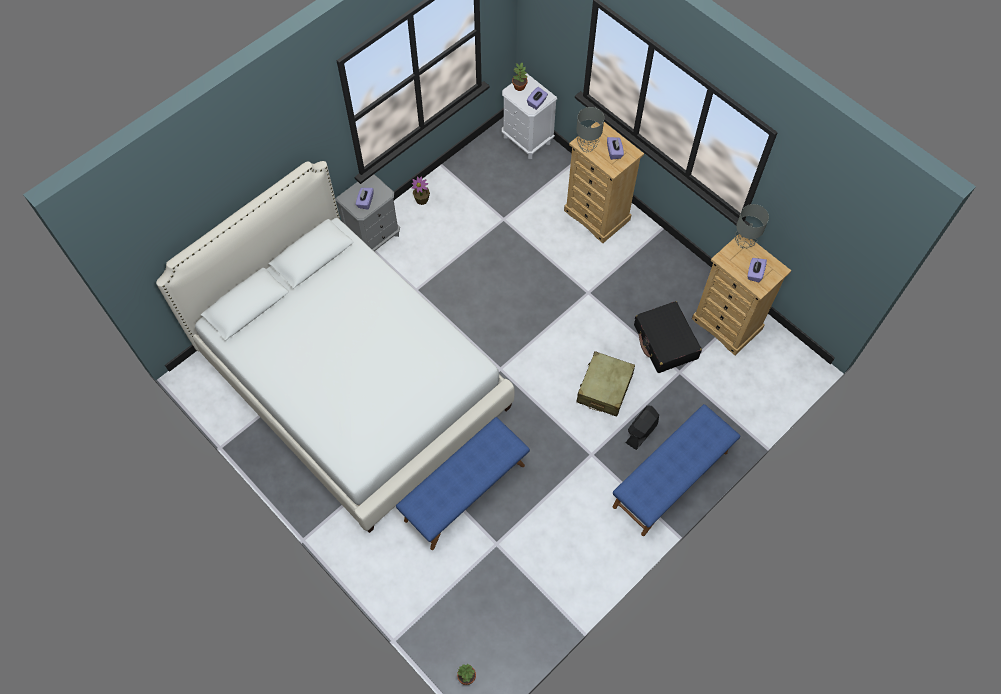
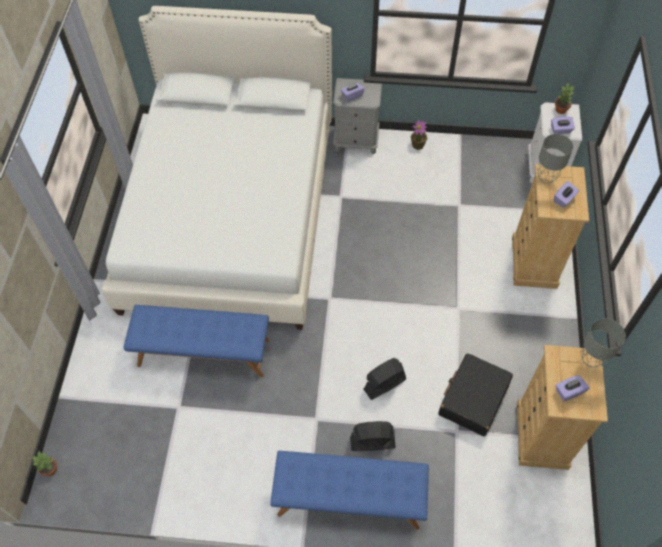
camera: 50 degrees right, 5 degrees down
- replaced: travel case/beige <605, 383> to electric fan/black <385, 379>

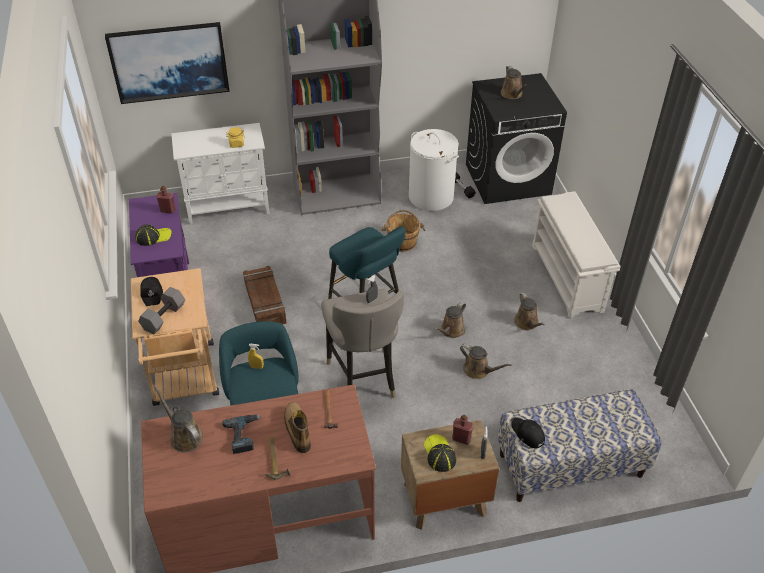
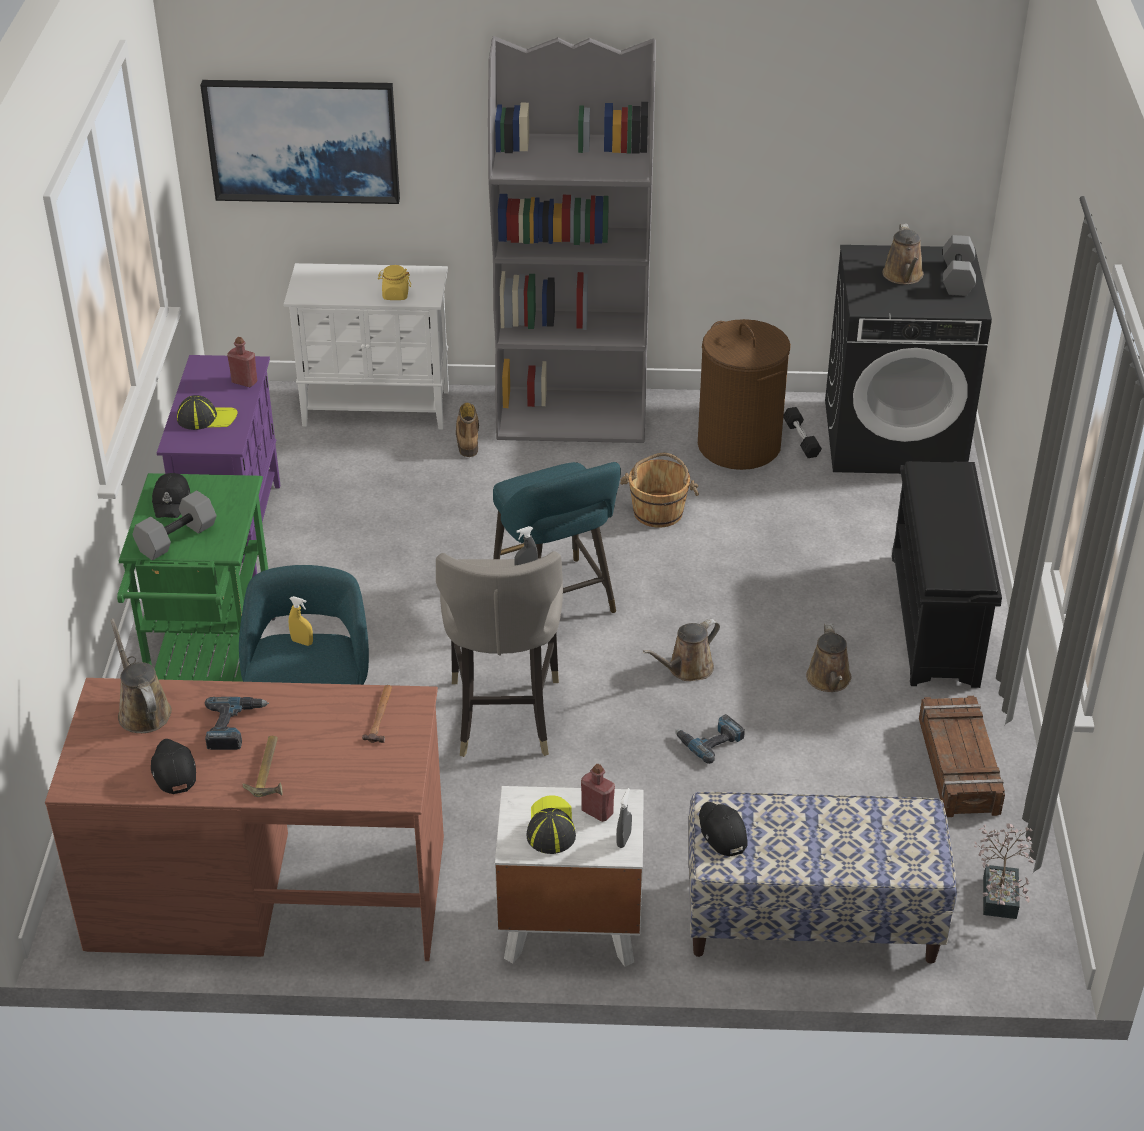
camera: 15 degrees right, 5 degrees down
- added: cap/black <173, 766>
- added: free weight/greyish <959, 265>
- added: plant in a pot <1004, 871>
- moved: packing crate <264, 295> to <962, 756>
- moved: high-top boot <297, 427> to <467, 430>
- replaced: watering can/brown-coloured <486, 361> to power drill <710, 739>
- recoloured: trolley/beige <175, 337> to trolley/green-coloured <196, 577>
- recoloured: night table/brown-coloured <450, 475> to night table/whitish <569, 876>
- recoloured: hamper/whitish <434, 170> to hamper/brown-coloured <744, 394>
- recoloured: shoe shelf/whitish <576, 254> to shoe shelf/black <947, 574>

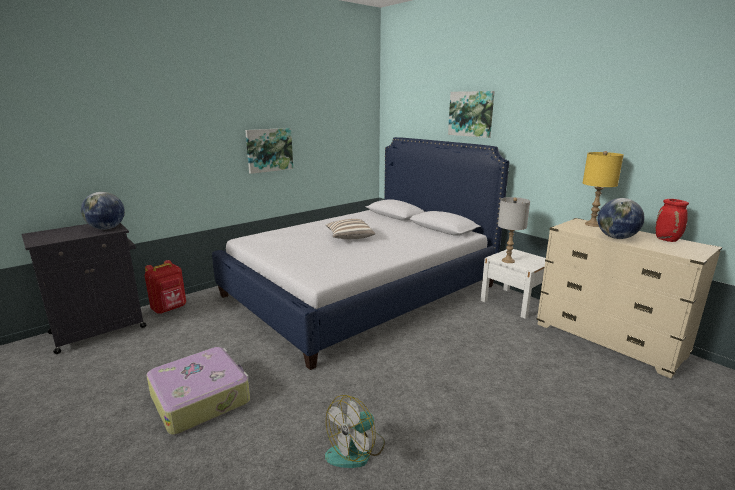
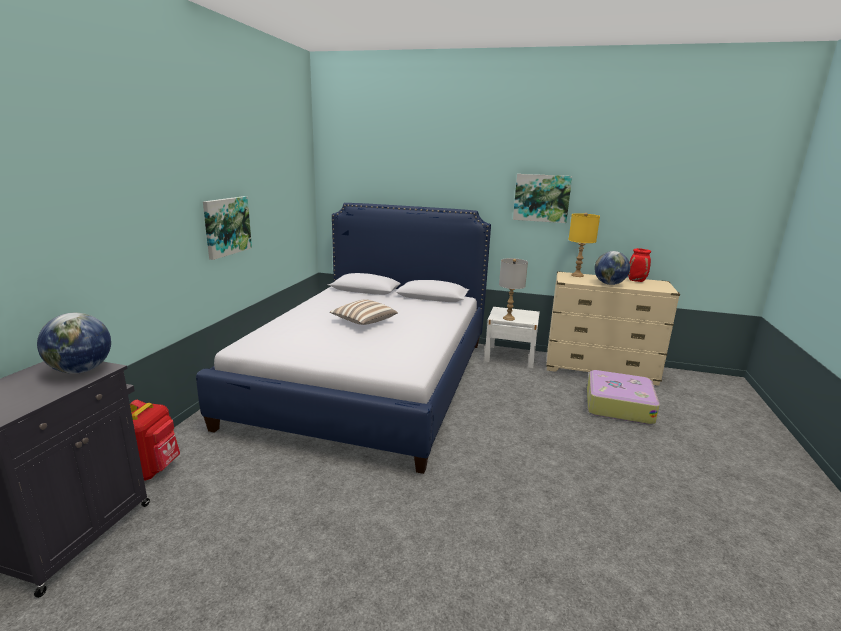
camera: 35 degrees left, 0 degrees up
- removed: electric fan <355, 431>
- moved: travel case <198, 391> to <623, 397>
- moved: wall art <471, 114> to <542, 198>

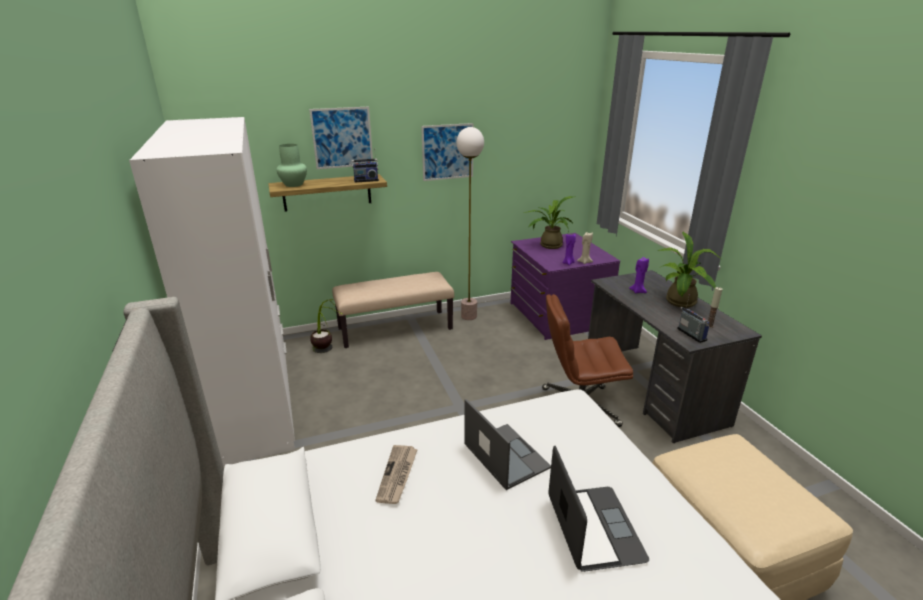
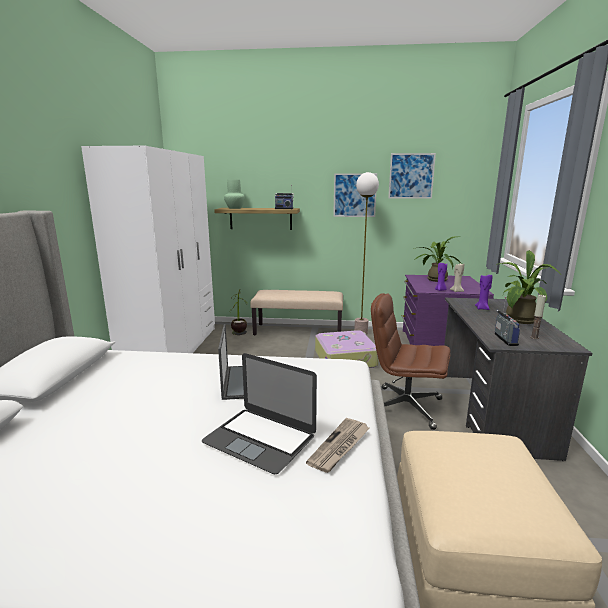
camera: 25 degrees right, 10 degrees down
- added: travel case <347, 349>
- moved: wall art <341, 138> to <412, 176>
- moved: newspaper <396, 474> to <338, 445>
- turned: portable computer <598, 509> = <259, 413> 105 degrees clockwise

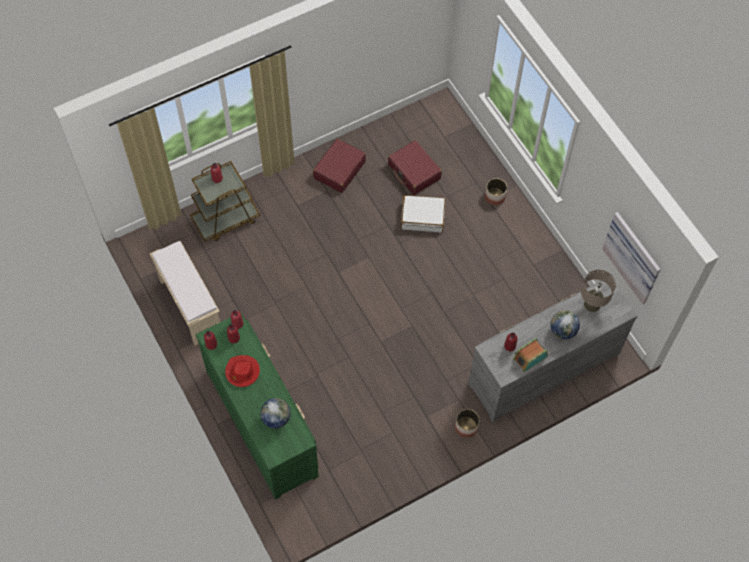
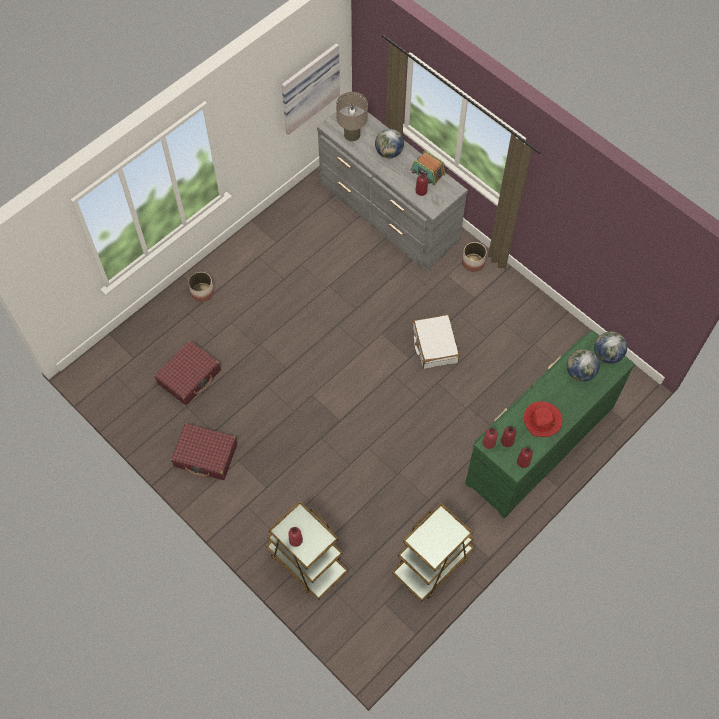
camera: 105 degrees left, 0 degrees up
- added: world globe <610, 347>
- moved: travel case/whitish <423, 213> to <436, 341>
- replaced: long seat/beige <185, 293> to trolley/brown-coloured <433, 552>

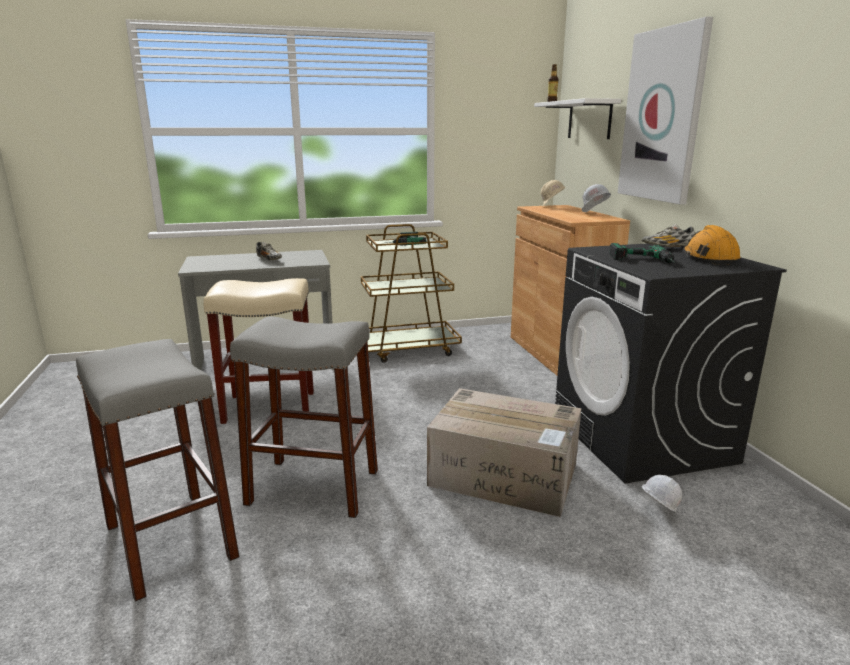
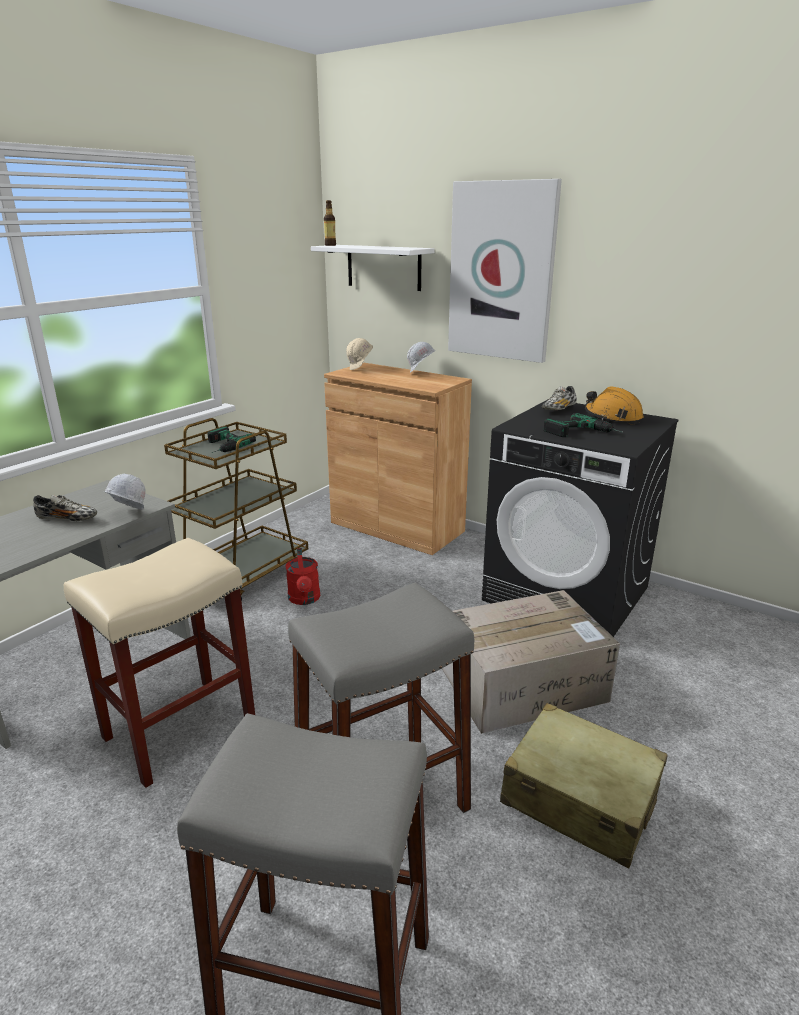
camera: 40 degrees left, 5 degrees up
- added: watering can/red <303, 576>
- added: travel case/beige <584, 785>
- moved: work helmet/whitish <661, 493> to <125, 492>

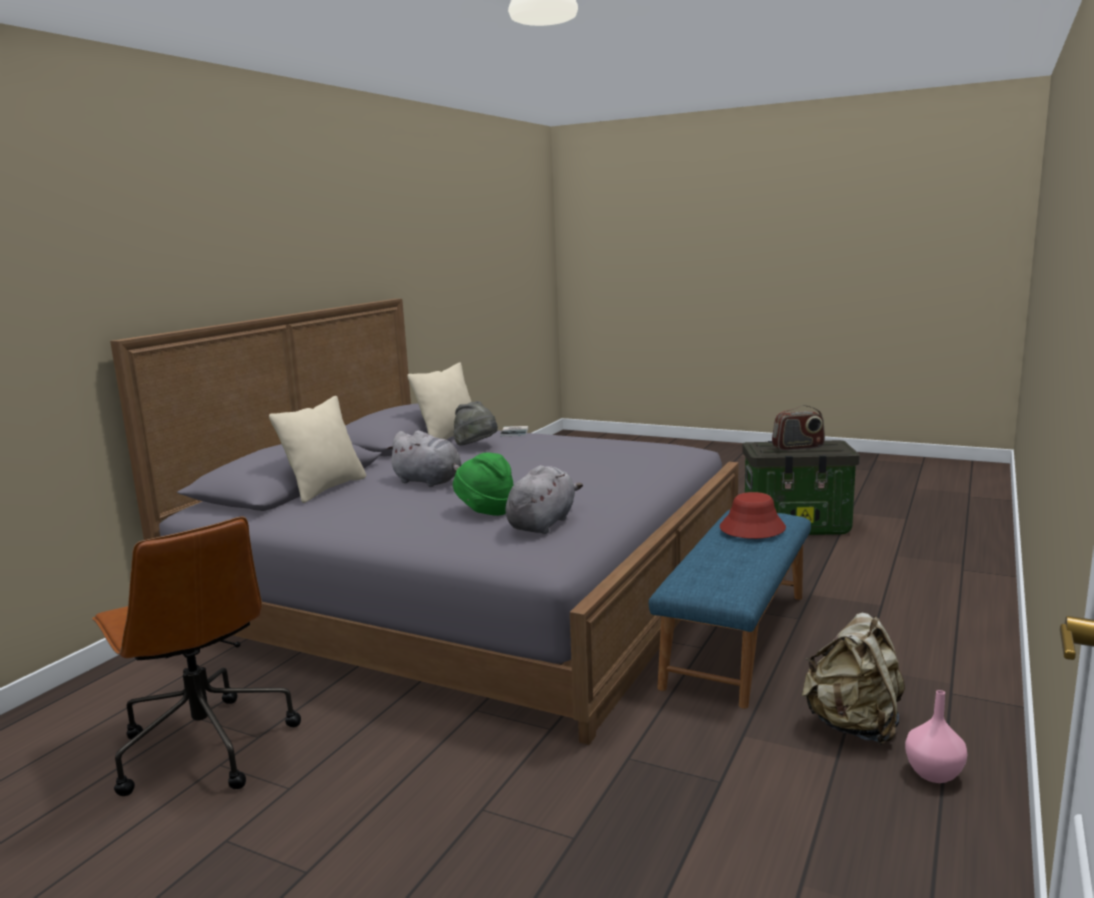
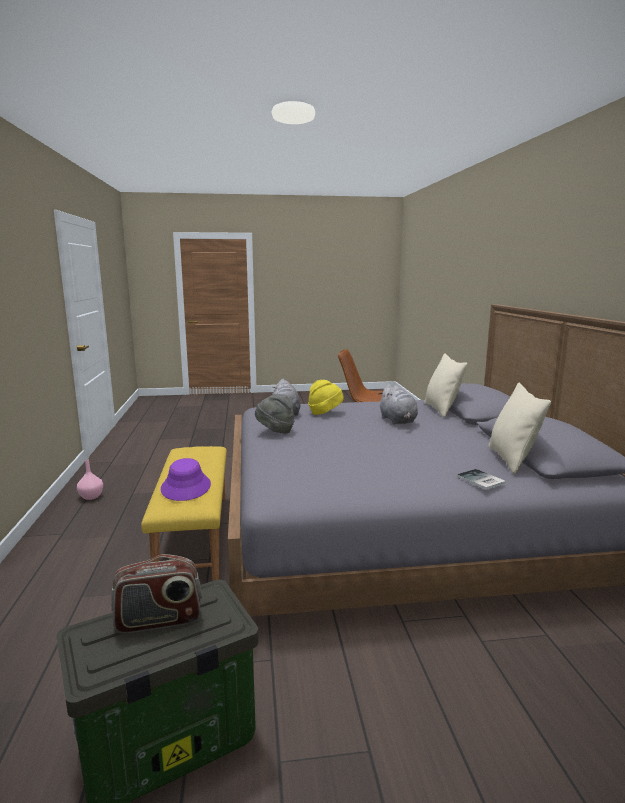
camera: 145 degrees right, 0 degrees up
- removed: backpack/beige <853, 679>
- moved: hat/greyish <475, 423> to <274, 414>
- recoloured: hat/green-coloured <483, 484> to hat/yellow-coloured <326, 397>
- recoloured: long seat/blue <730, 609> to long seat/yellow-coloured <184, 513>
- recoloured: hat/red <753, 515> to hat/purple <186, 479>
- turned: soft toy/greyish <424, 458> = <398, 404> 105 degrees counterclockwise
- turned: radio set <798, 428> = <156, 593> 150 degrees counterclockwise

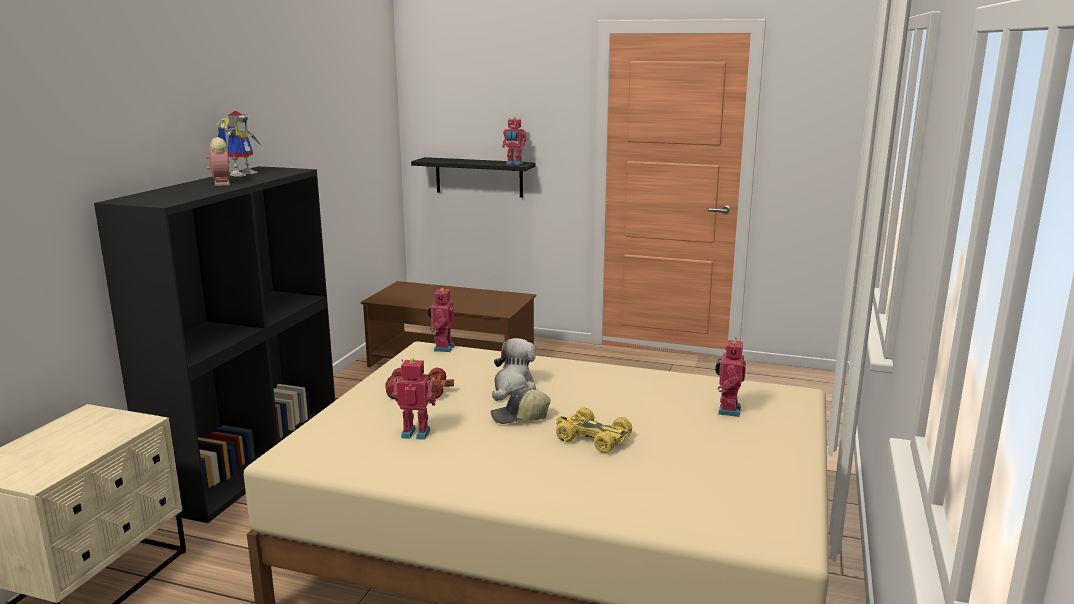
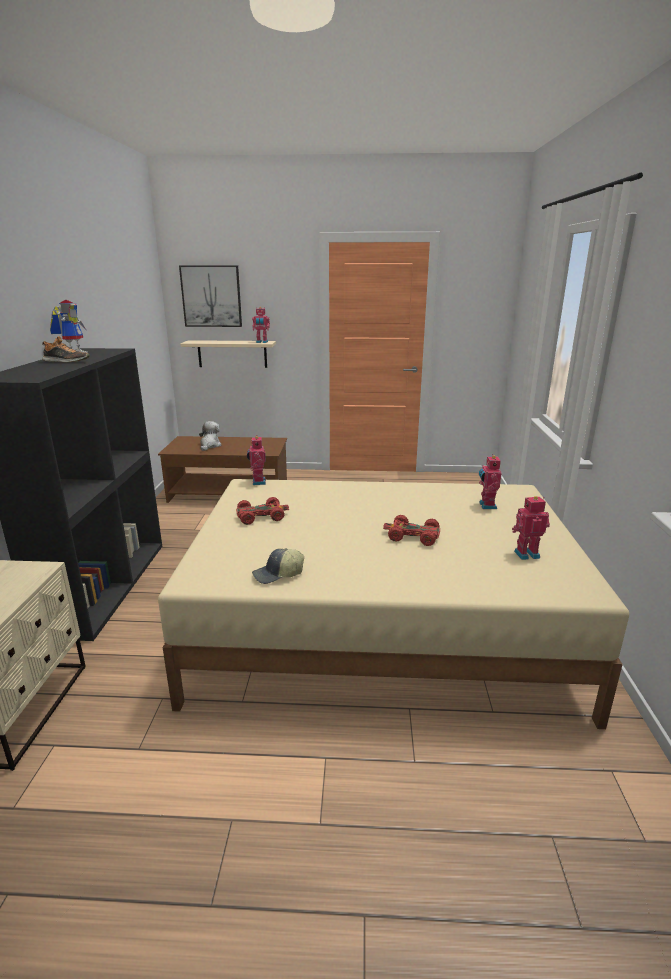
camera: 15 degrees left, 5 degrees up
- added: wall art <210, 296>
- moved: model robot <414, 399> to <531, 528>
- moved: cap <521, 406> to <278, 566>
- moved: soft toy <514, 369> to <210, 436>
- replaced: alarm clock <218, 161> to low shoe <66, 349>
- recoloured: shelf/black <473, 177> to shelf/beige <228, 354>
- recoloured: model car/yellow-coloured <594, 430> to model car/red <411, 530>

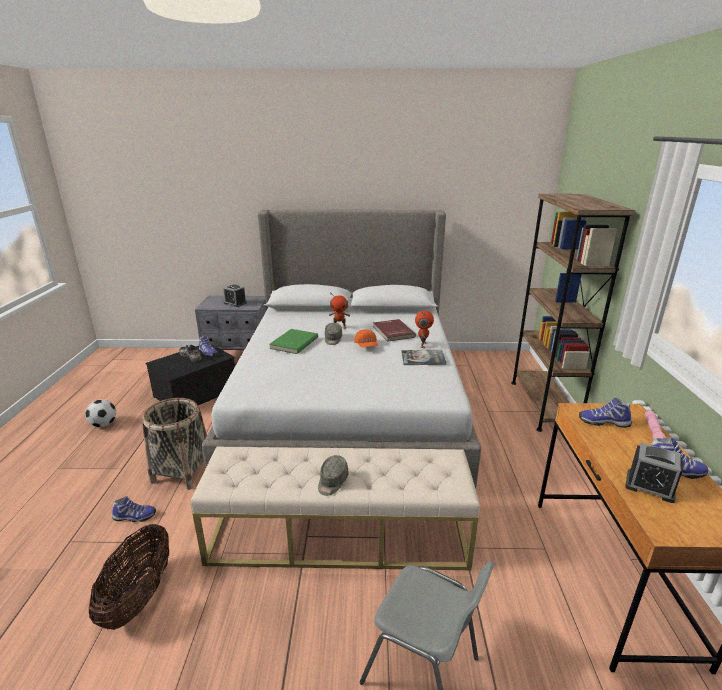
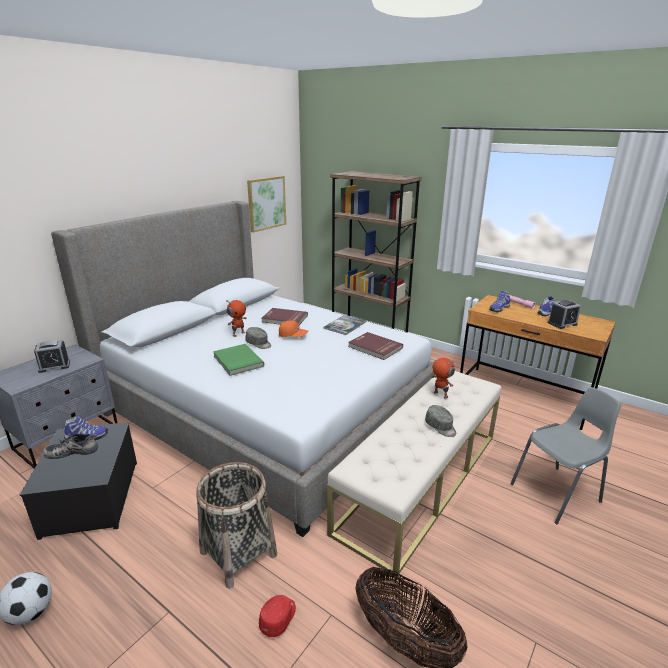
camera: 55 degrees left, 0 degrees up
- added: wall art <266, 204>
- added: bound book/red <375, 346>
- moved: model robot <424, 329> to <443, 378>
- replaced: low shoe <134, 509> to cap/red <277, 616>

